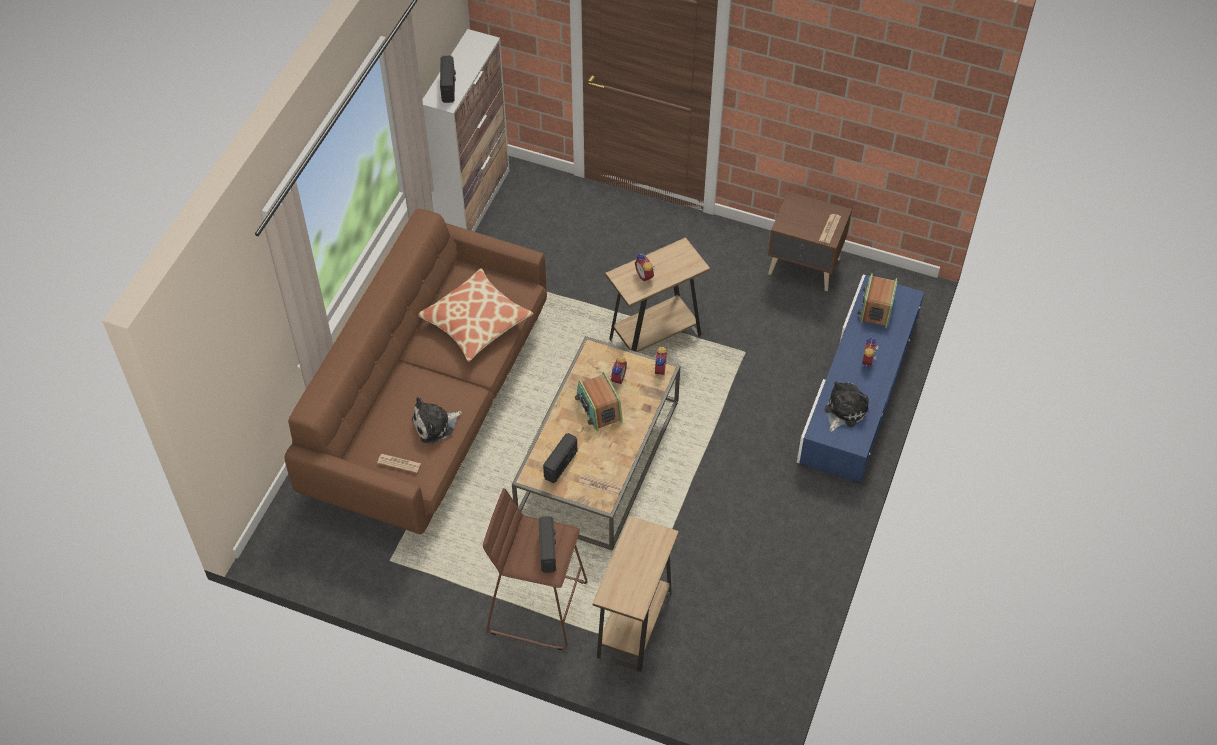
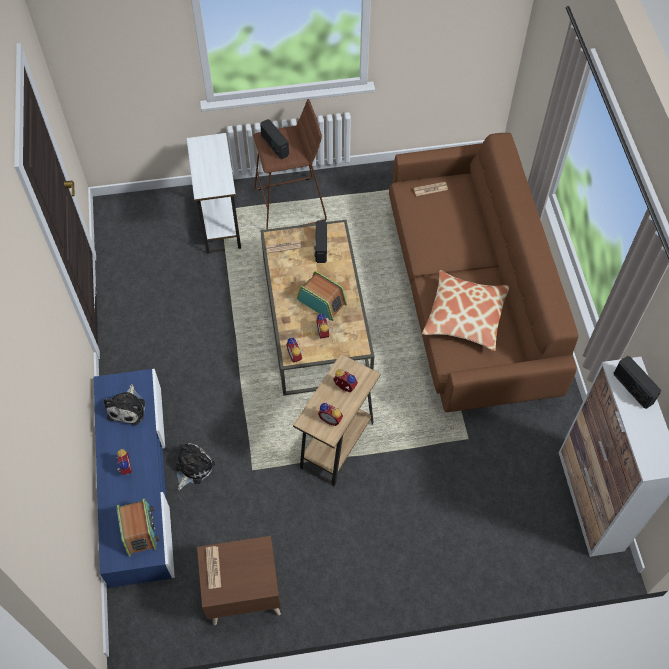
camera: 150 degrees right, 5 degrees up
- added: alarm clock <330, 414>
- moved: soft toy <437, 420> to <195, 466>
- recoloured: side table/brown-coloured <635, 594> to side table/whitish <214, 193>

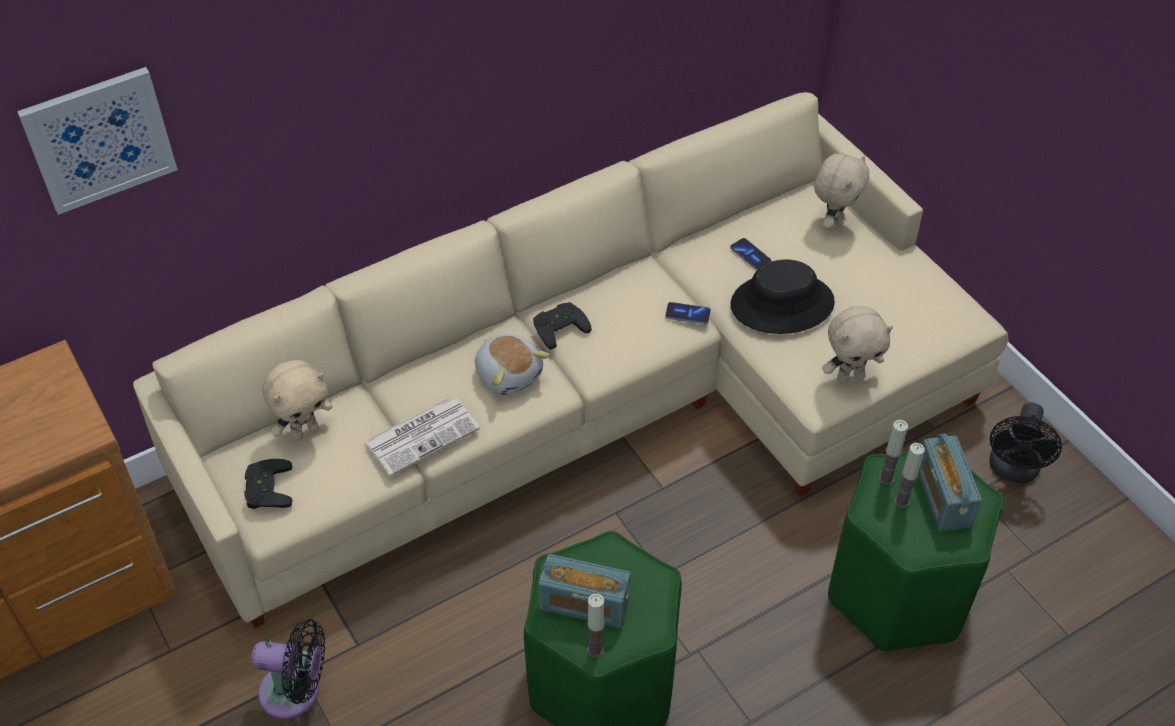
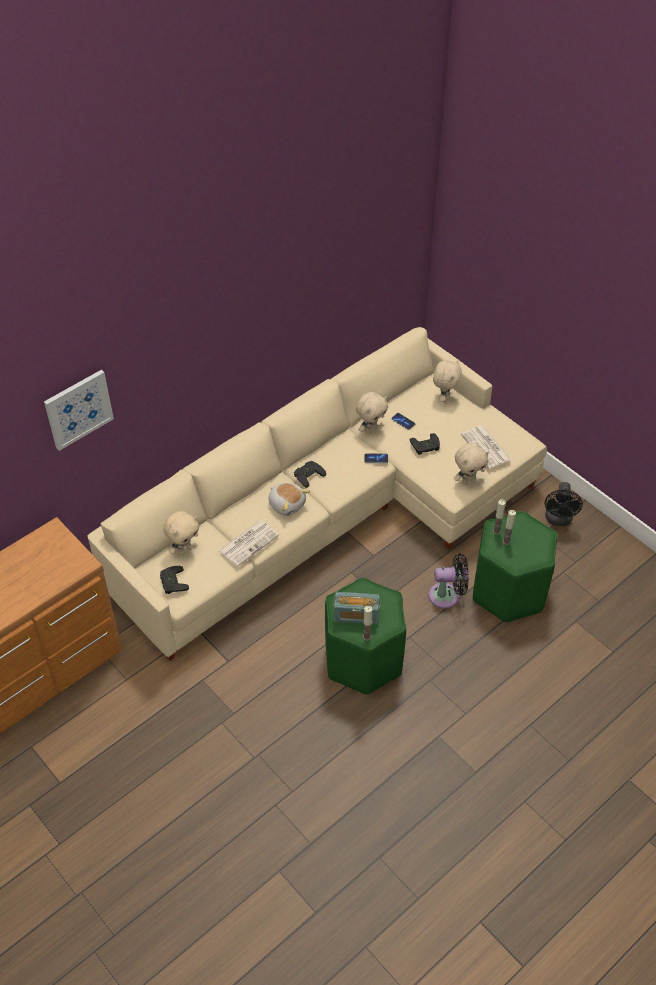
camera: 10 degrees left, 0 degrees up
- removed: radio set <950, 482>
- added: soft toy/beige <372, 413>
- added: newspaper <486, 447>
- moved: electric fan/black <288, 669> to <449, 581>
- replaced: hat/black <782, 296> to gamepad/black <425, 444>

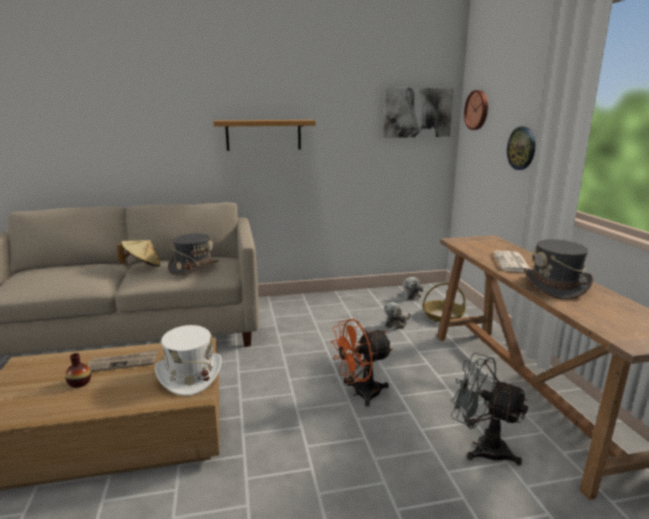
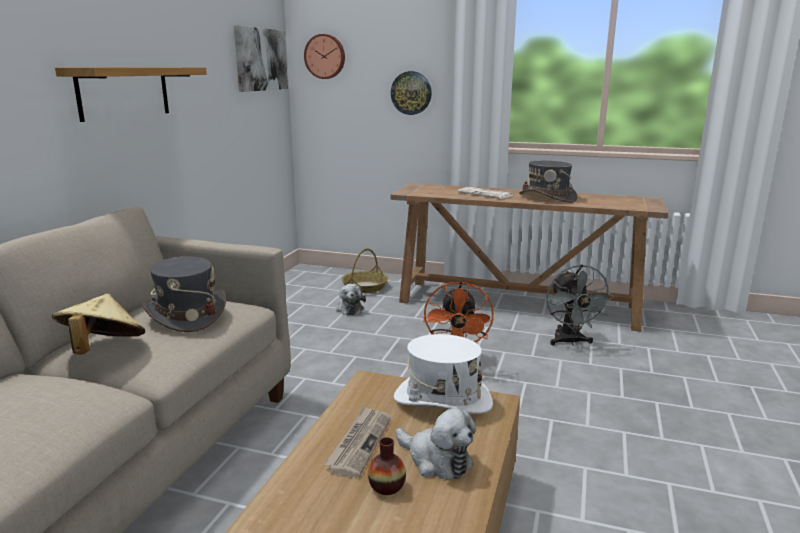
camera: 60 degrees left, 0 degrees up
- moved: soft toy <412, 288> to <436, 444>
- turned: electric fan/greyish <489, 409> = <580, 305> 75 degrees counterclockwise

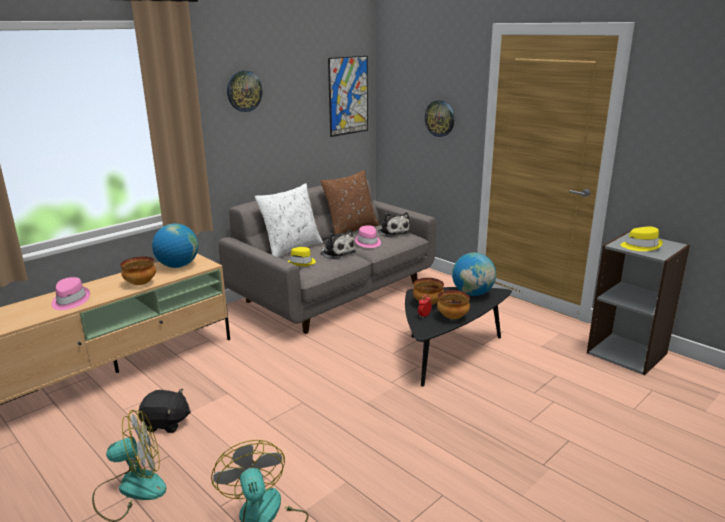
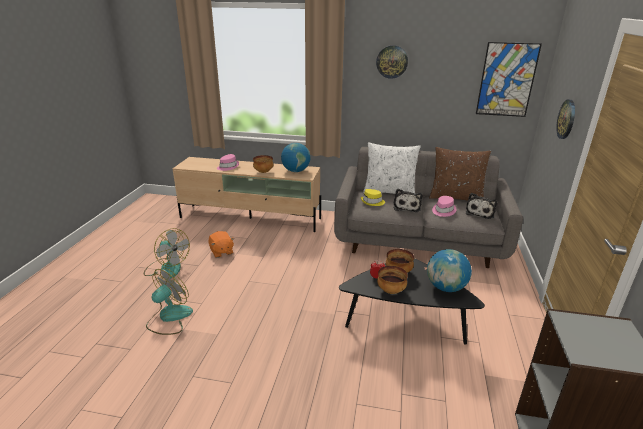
camera: 55 degrees right, 5 degrees up
- removed: hat/yellow-coloured <642, 239>
- recoloured: soft toy/black <164, 411> to soft toy/orange-coloured <221, 244>

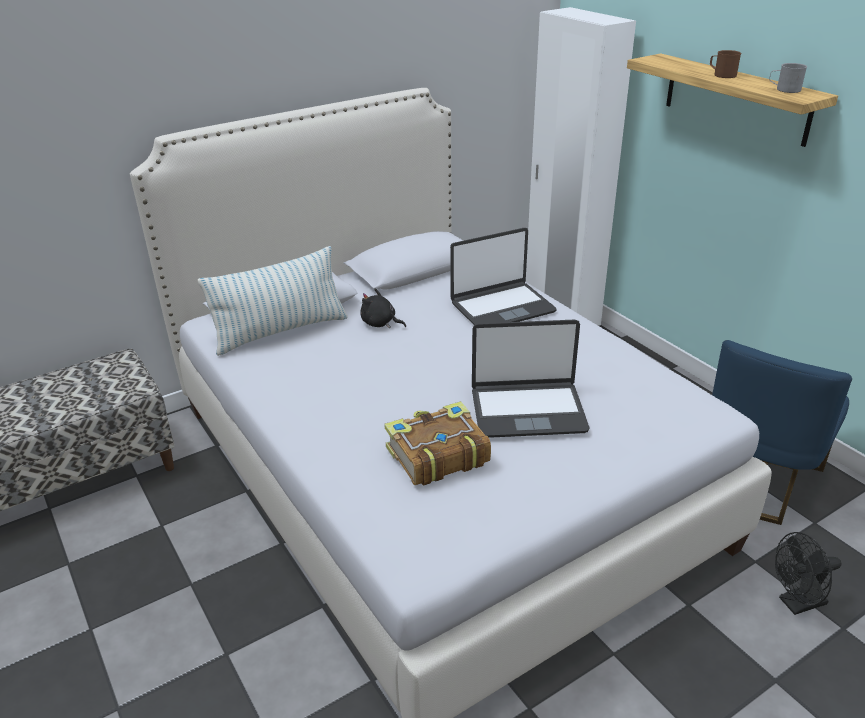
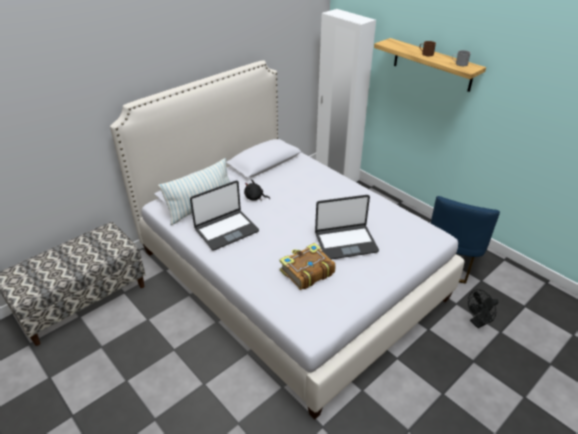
camera: 10 degrees left, 5 degrees up
- moved: portable computer <503, 276> to <224, 215>

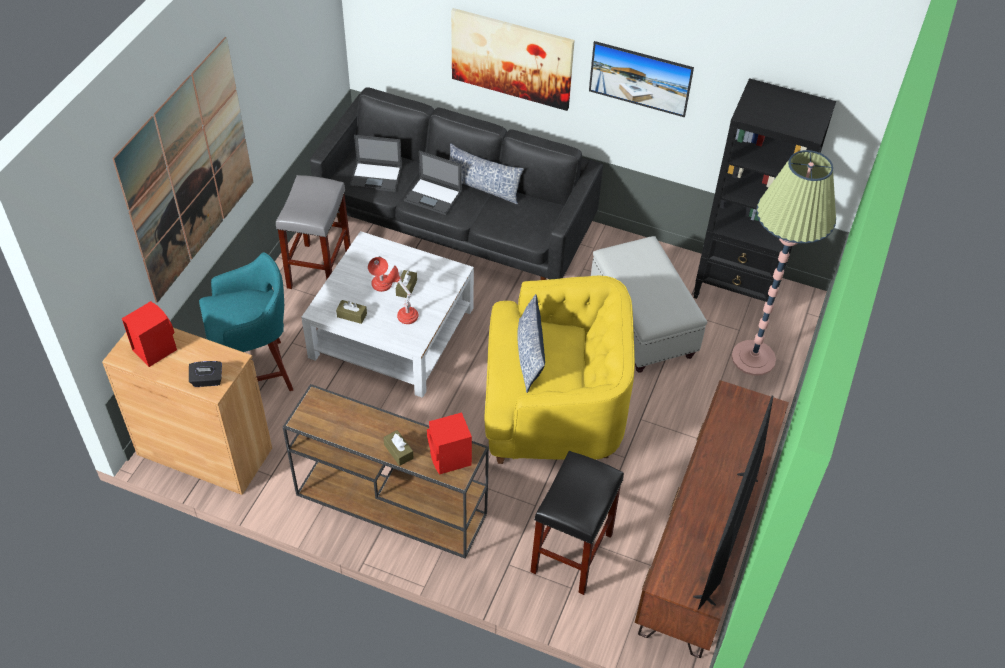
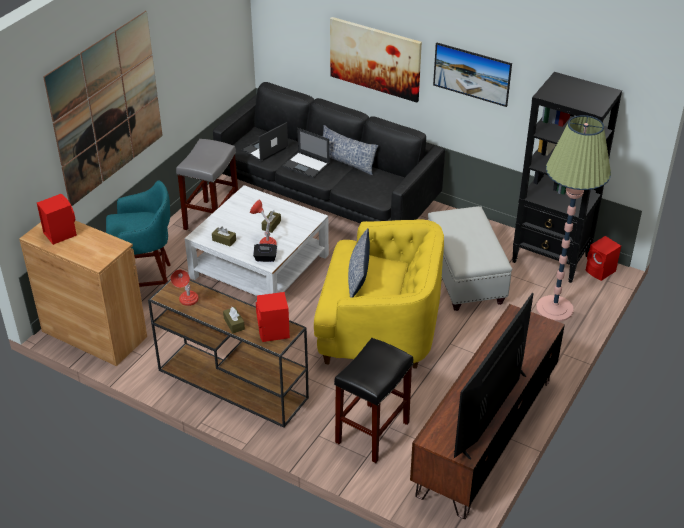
camera: 10 degrees right, 10 degrees down
- added: loudspeaker/red <603, 258>
- moved: tissue box/black <205, 374> to <265, 253>
- moved: lamp for a table/red <380, 274> to <185, 288>
- turned: portable computer <376, 163> = <265, 142> 120 degrees clockwise

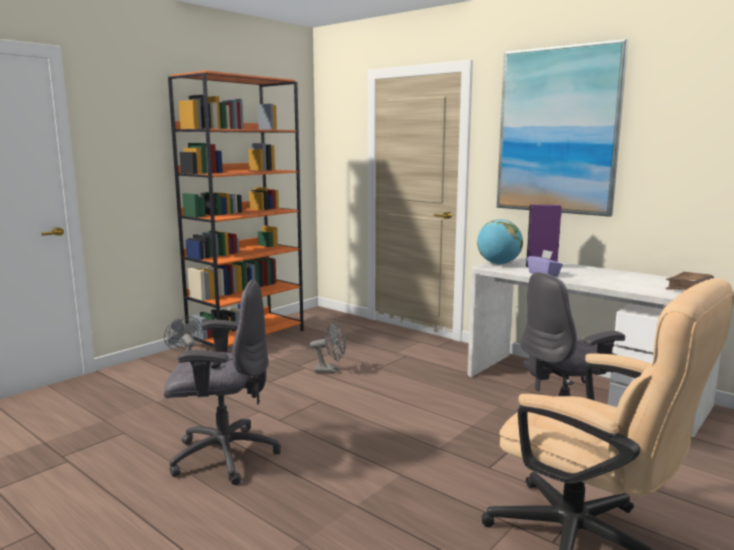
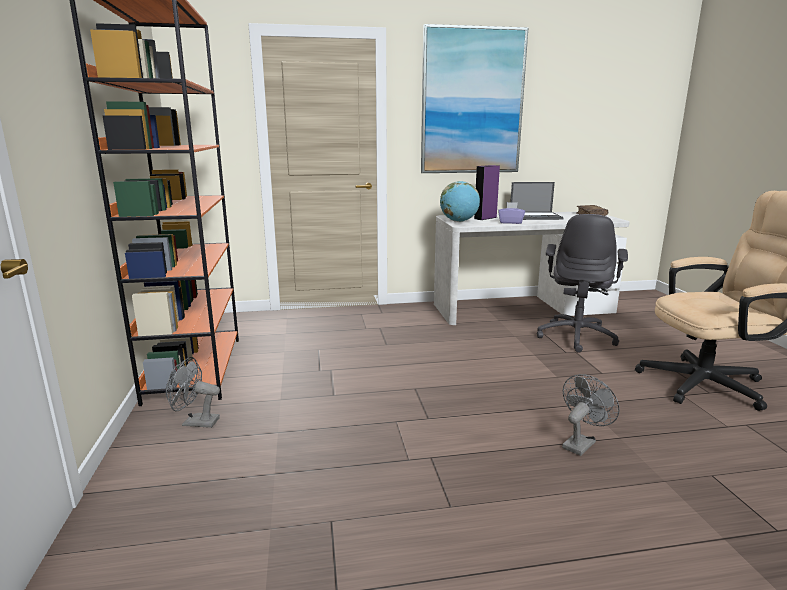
camera: 50 degrees left, 5 degrees up
- removed: office chair/greyish <222, 382>
- added: portable computer <537, 201>
- moved: electric fan/greyish <328, 347> to <591, 415>

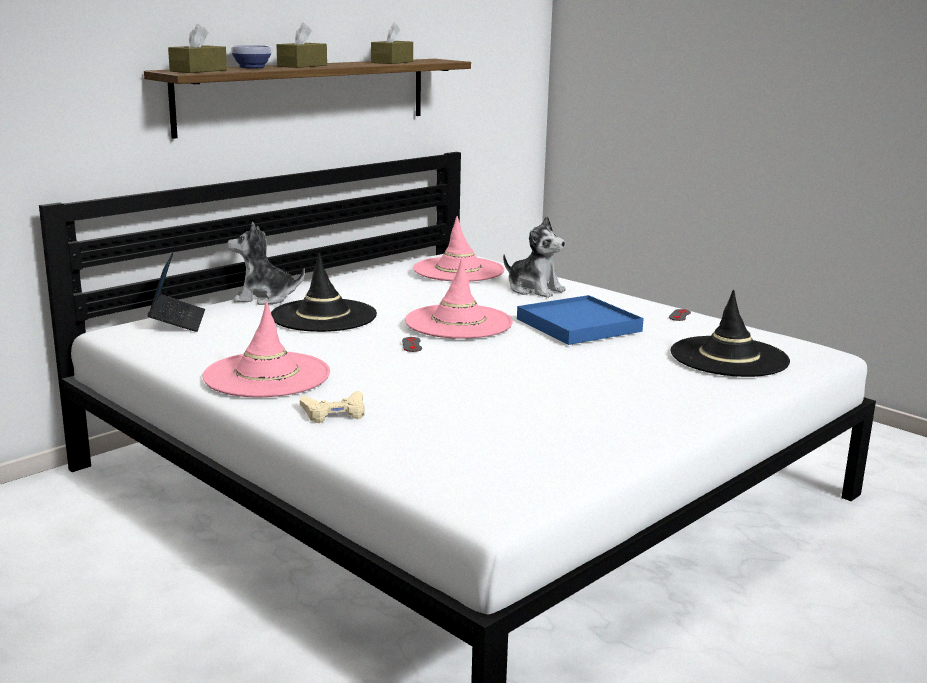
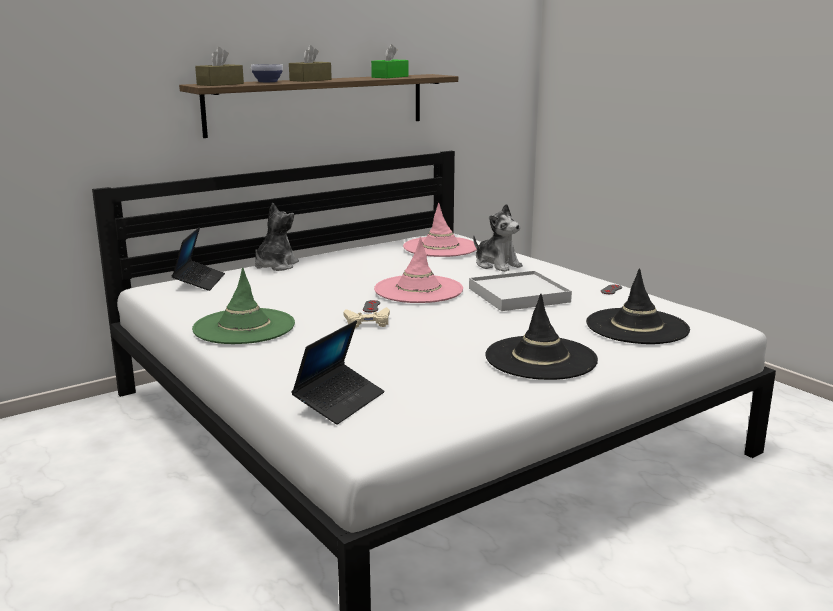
camera: 10 degrees right, 0 degrees up
- added: portable computer <337, 372>
- moved: hat/black <324, 292> to <541, 337>
- moved: gamepad/beige <332, 406> to <367, 317>
- recoloured: hat/pinkish <266, 349> to hat/green-coloured <243, 305>
- recoloured: tissue box/brown-coloured <392, 43> to tissue box/green-coloured <389, 61>
- recoloured: serving tray/blue <580, 320> to serving tray/whitish <520, 290>
- turned: soft toy <266, 263> = <277, 237> 105 degrees clockwise

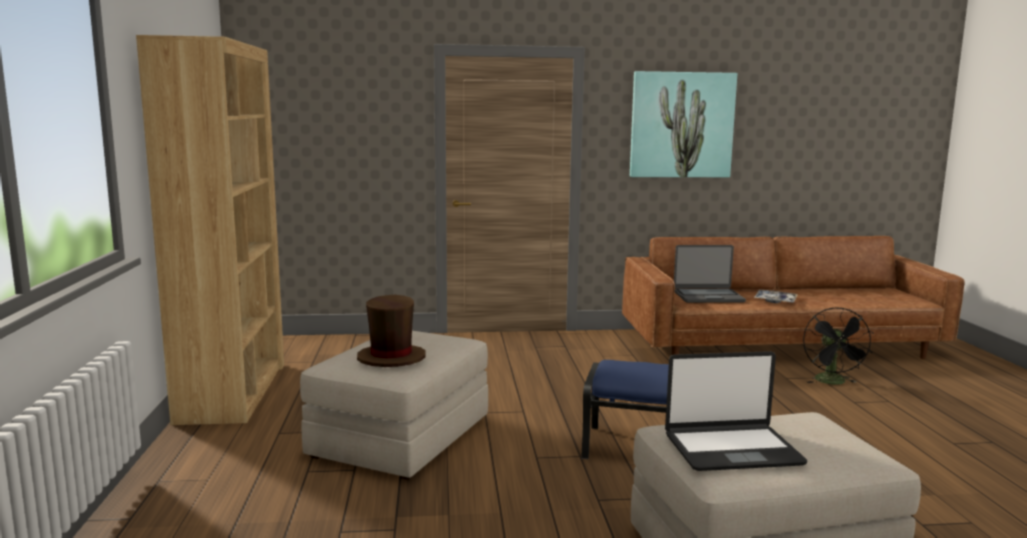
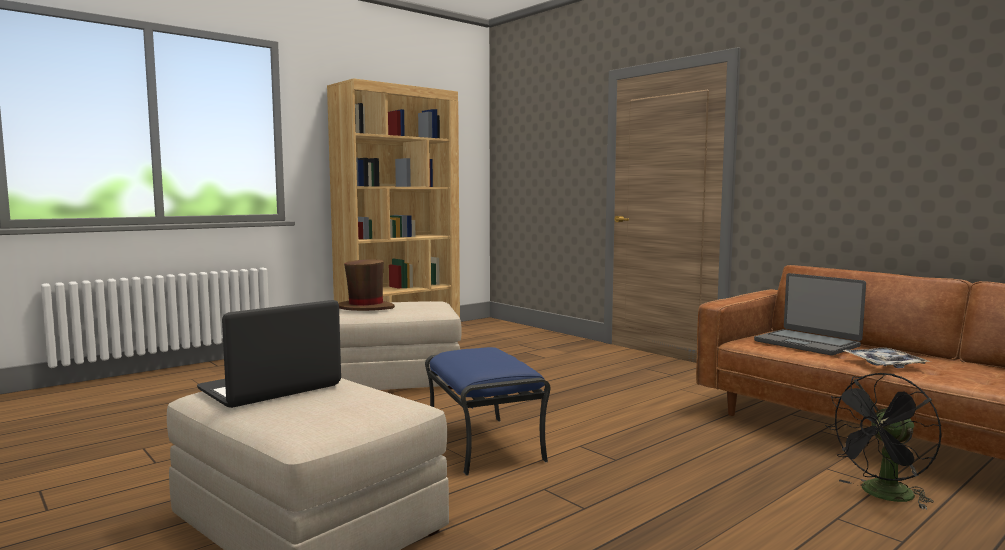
camera: 55 degrees right, 5 degrees down
- removed: wall art <683, 124>
- turned: portable computer <736, 411> = <269, 354> 90 degrees clockwise

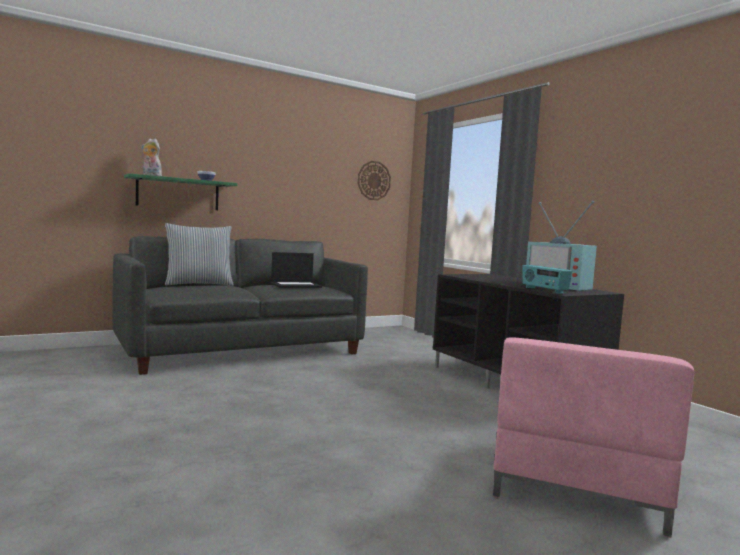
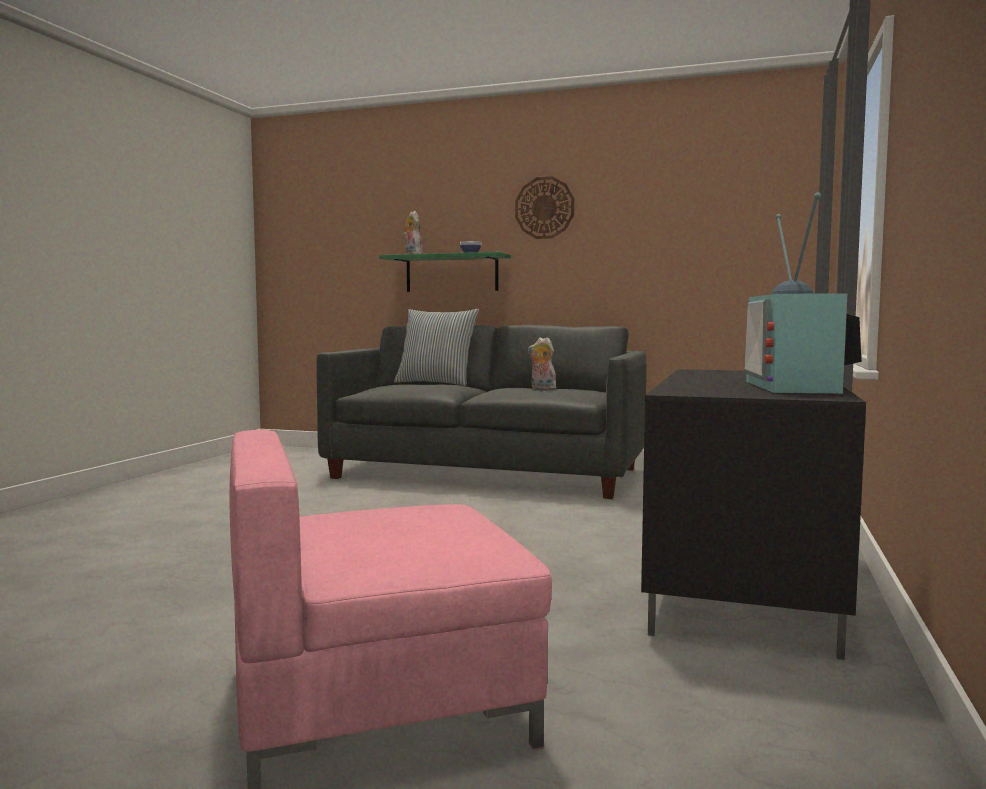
camera: 50 degrees right, 0 degrees up
- removed: radio set <547, 279>
- moved: clock on the wall <374, 180> to <544, 207>
- replaced: portable computer <296, 270> to soft toy <542, 363>

